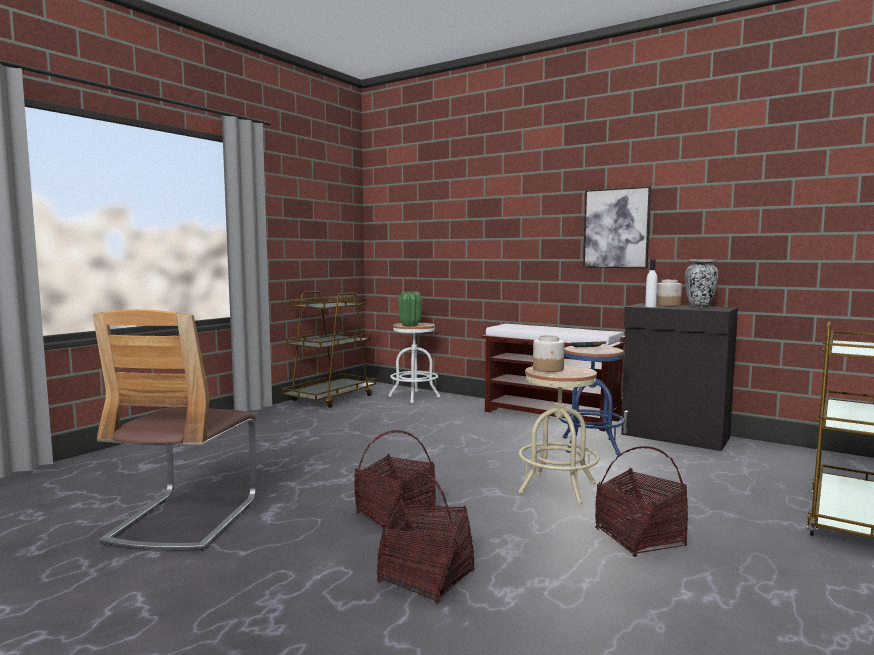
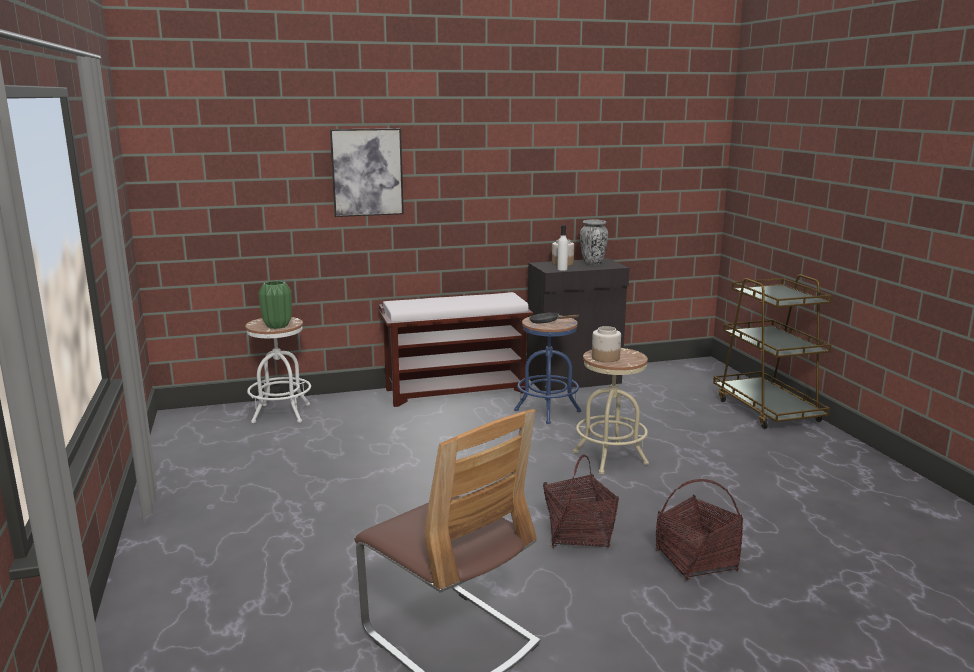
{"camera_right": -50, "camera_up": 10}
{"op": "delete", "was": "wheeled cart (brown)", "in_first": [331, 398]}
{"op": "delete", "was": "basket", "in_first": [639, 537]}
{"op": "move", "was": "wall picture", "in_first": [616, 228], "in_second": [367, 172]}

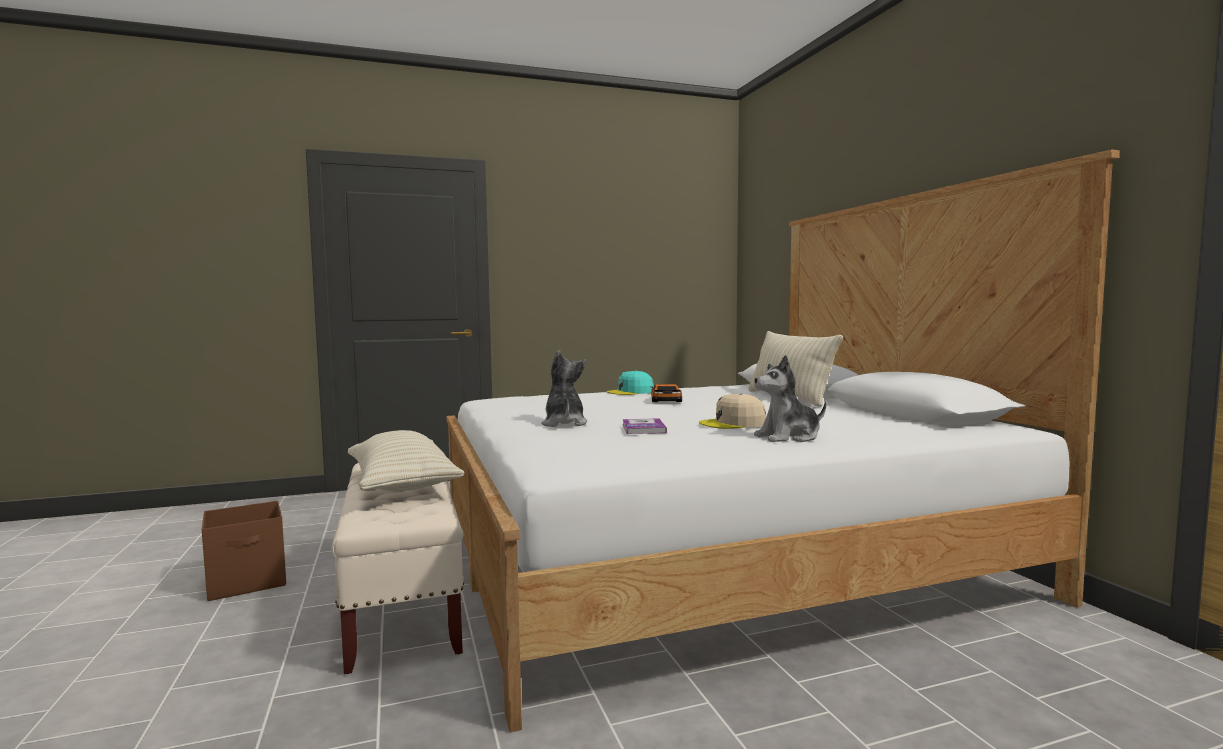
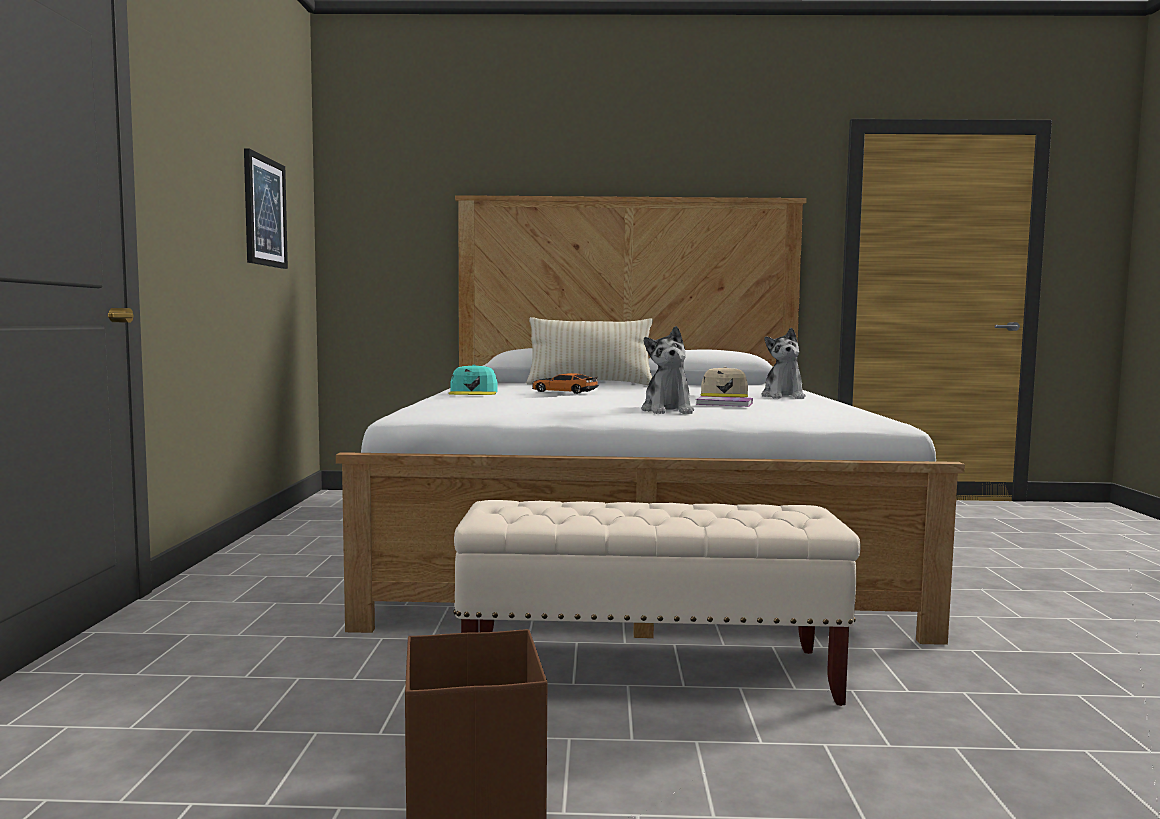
{"camera_right": -70, "camera_up": 0}
{"op": "delete", "was": "pillow (sand-coloured)", "in_first": [402, 485]}
{"op": "insert", "now": "wall picture", "in_second": [264, 212]}
{"op": "rotate", "was": "cuddly toy", "in_first": [564, 423], "in_second": [668, 411], "clockwise": -105}

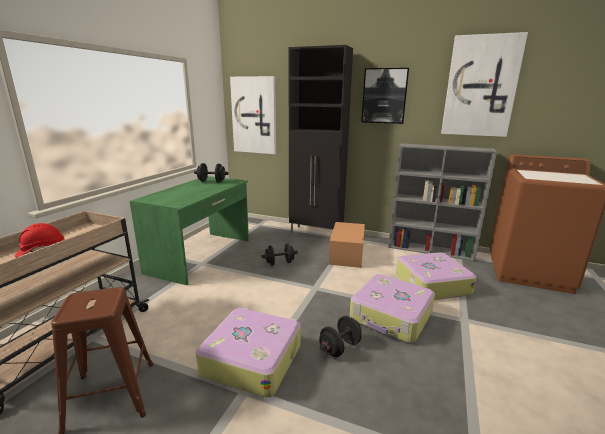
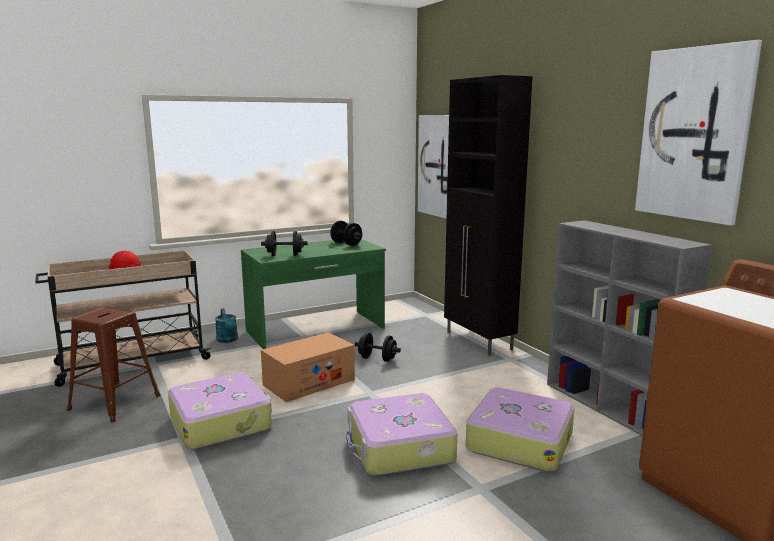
{"camera_right": 40, "camera_up": -5}
{"op": "delete", "was": "wall picture", "in_first": [384, 96]}
{"op": "insert", "now": "sprinkling can (turquoise)", "in_second": [228, 340]}
{"op": "move", "was": "hand weight (black)", "in_first": [339, 347], "in_second": [284, 255]}
{"op": "move", "was": "carton", "in_first": [346, 254], "in_second": [309, 382]}

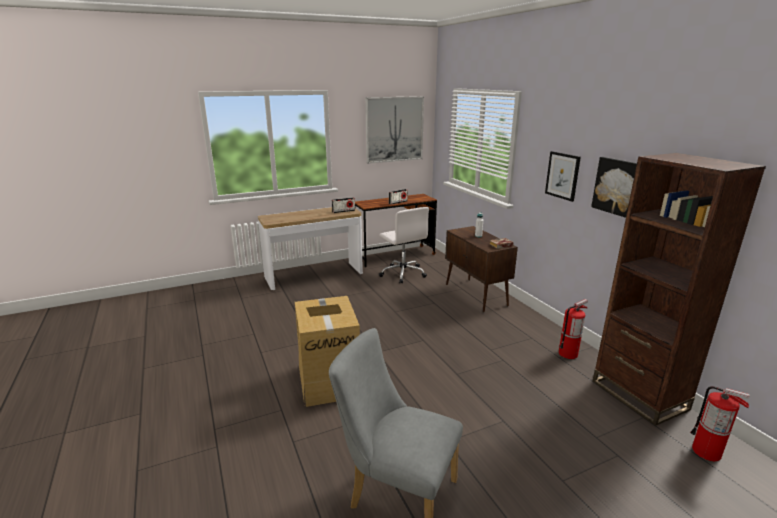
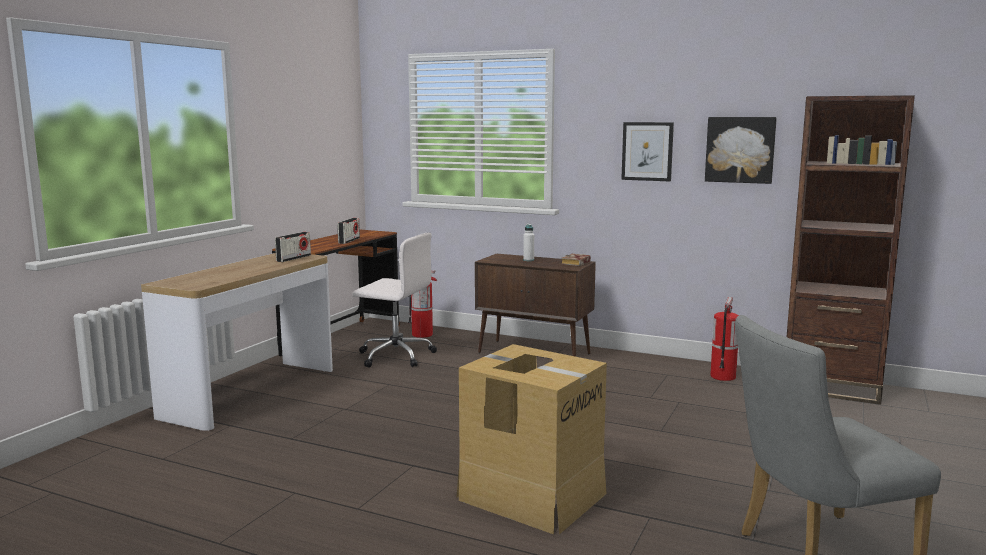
{"camera_right": -40, "camera_up": -10}
{"op": "delete", "was": "wall picture", "in_first": [394, 129]}
{"op": "move", "was": "fire-fighting cylinder", "in_first": [707, 452], "in_second": [422, 334]}

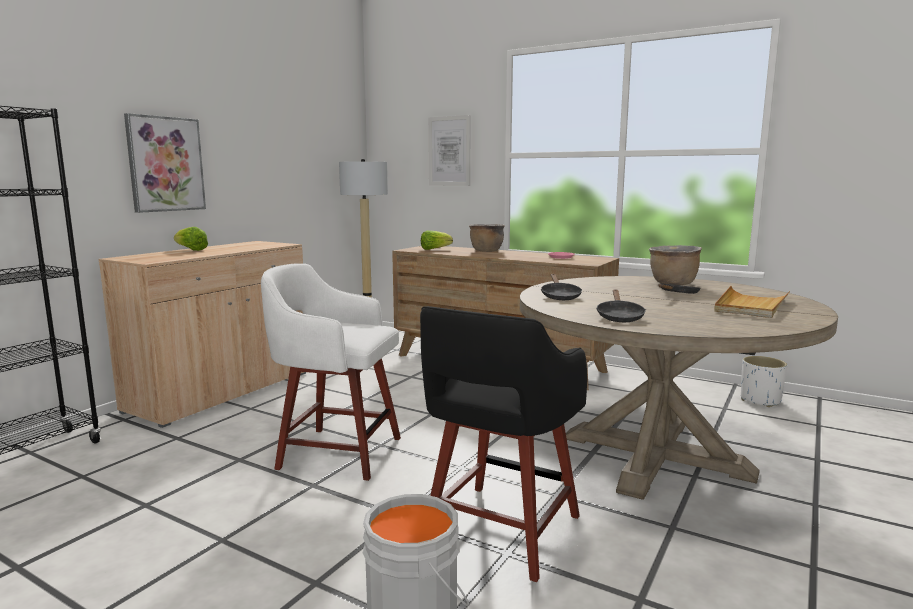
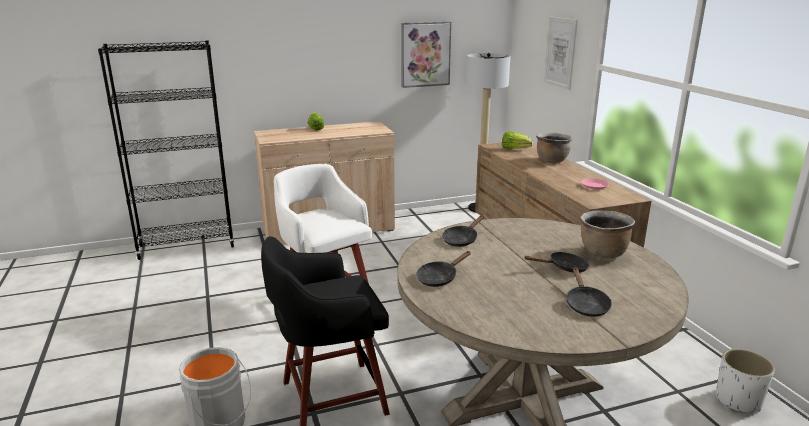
{"camera_right": 40, "camera_up": 10}
{"op": "move", "was": "wall picture", "in_first": [165, 164], "in_second": [425, 54]}
{"op": "replace", "was": "carrying tray (sand-coloured)", "now": "pan (black)", "in_first": [750, 305], "in_second": [585, 304]}

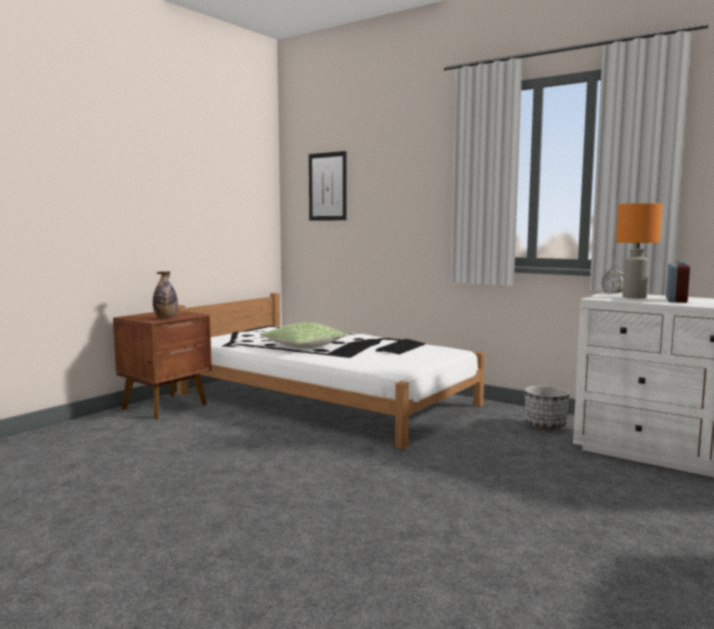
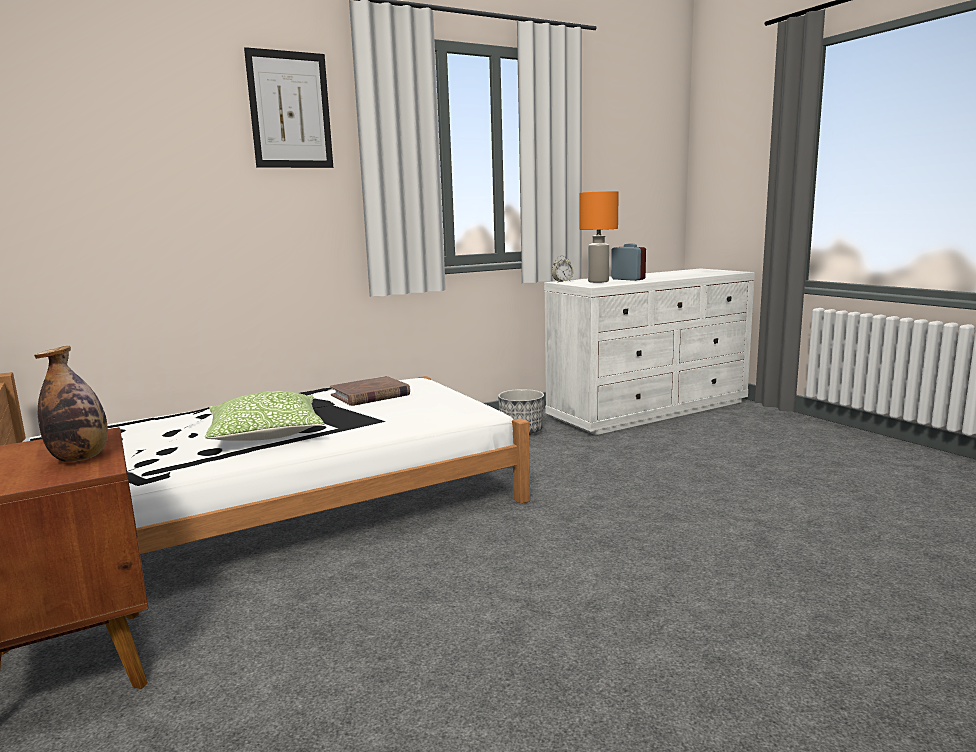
{"camera_right": -65, "camera_up": 5}
{"op": "move", "was": "wall picture", "in_first": [327, 186], "in_second": [290, 110]}
{"op": "replace", "was": "keyboard", "now": "bound book (brown)", "in_first": [401, 348], "in_second": [370, 395]}

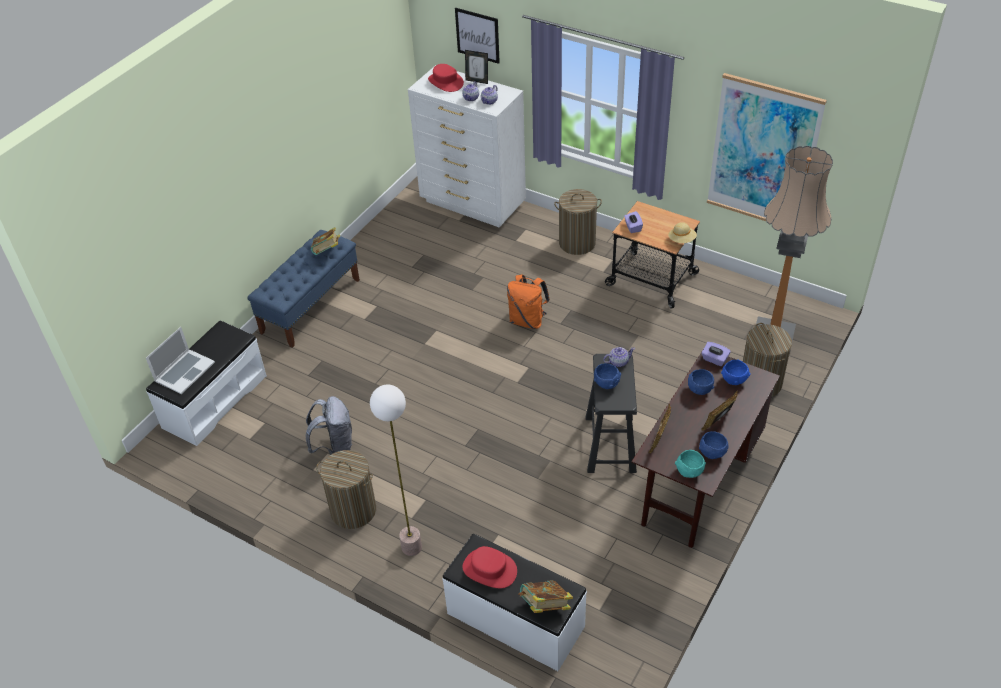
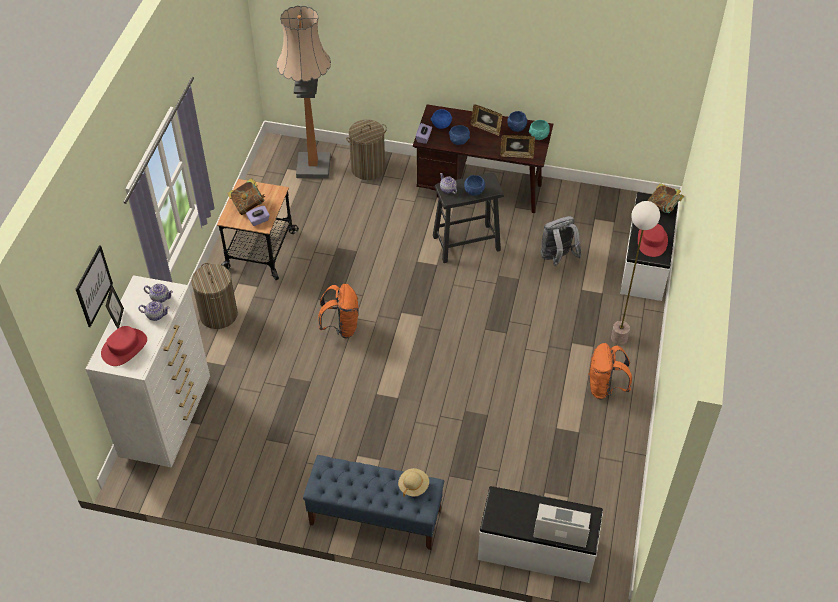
{"camera_right": -110, "camera_up": 5}
{"op": "delete", "was": "wall picture", "in_first": [763, 153]}
{"op": "move", "was": "backpack (gray)", "in_first": [335, 447], "in_second": [557, 258]}
{"op": "move", "was": "bound book", "in_first": [327, 252], "in_second": [248, 205]}
{"op": "move", "was": "wearable hat (sand-coloured)", "in_first": [682, 240], "in_second": [413, 486]}
{"op": "replace", "was": "washing basket", "now": "backpack (orange-coloured)", "in_first": [353, 510], "in_second": [605, 387]}

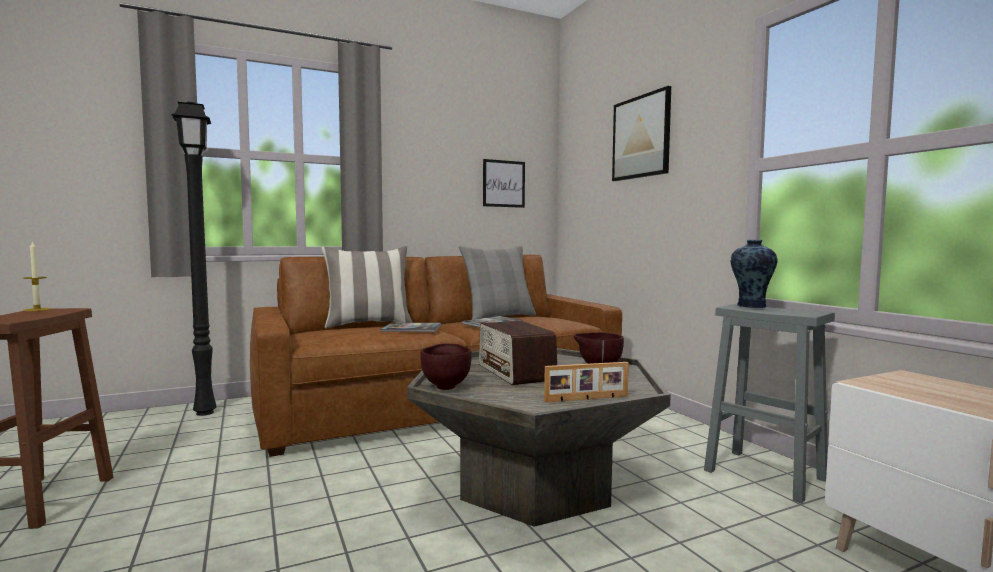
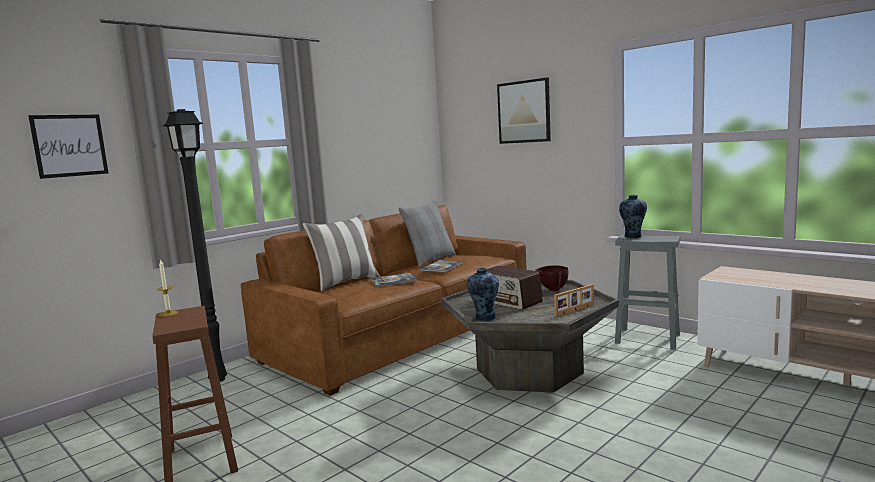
{"camera_right": -20, "camera_up": 5}
{"op": "move", "was": "wall picture", "in_first": [503, 183], "in_second": [69, 145]}
{"op": "replace", "was": "bowl (brown)", "now": "flower vase", "in_first": [446, 386], "in_second": [484, 318]}

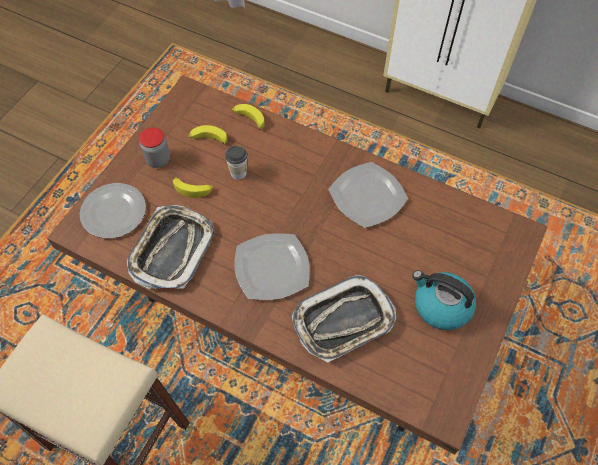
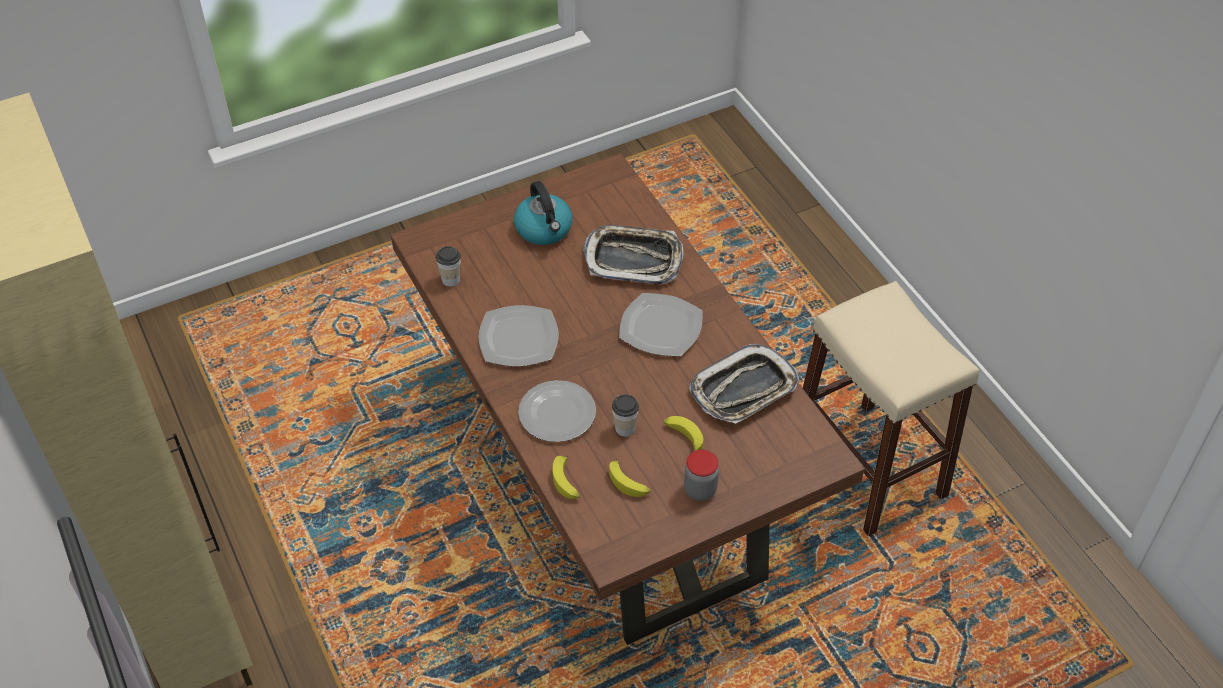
{"camera_right": -145, "camera_up": -10}
{"op": "insert", "now": "drinking cup", "in_second": [451, 279]}
{"op": "move", "was": "plate", "in_first": [114, 212], "in_second": [556, 413]}

